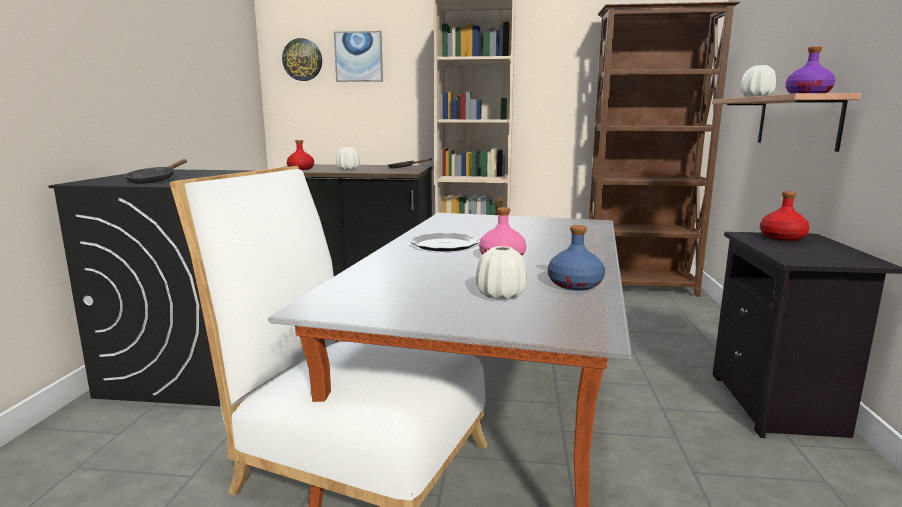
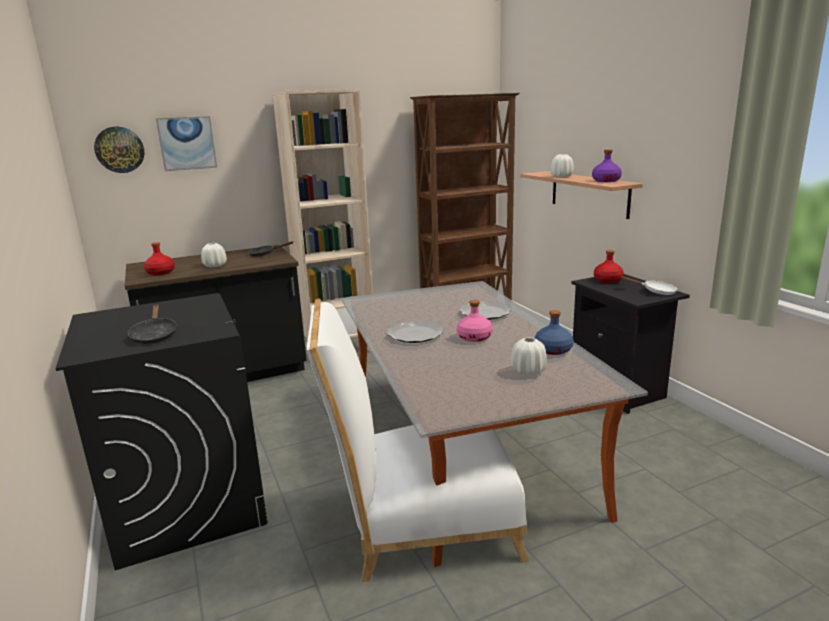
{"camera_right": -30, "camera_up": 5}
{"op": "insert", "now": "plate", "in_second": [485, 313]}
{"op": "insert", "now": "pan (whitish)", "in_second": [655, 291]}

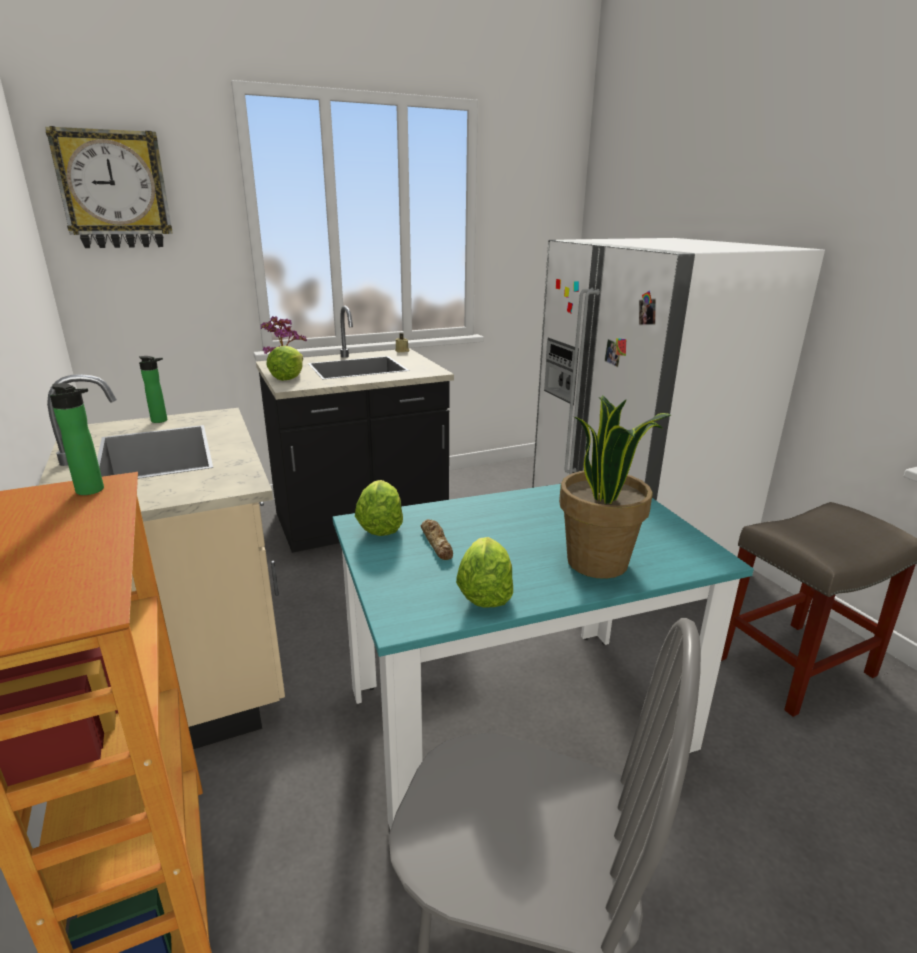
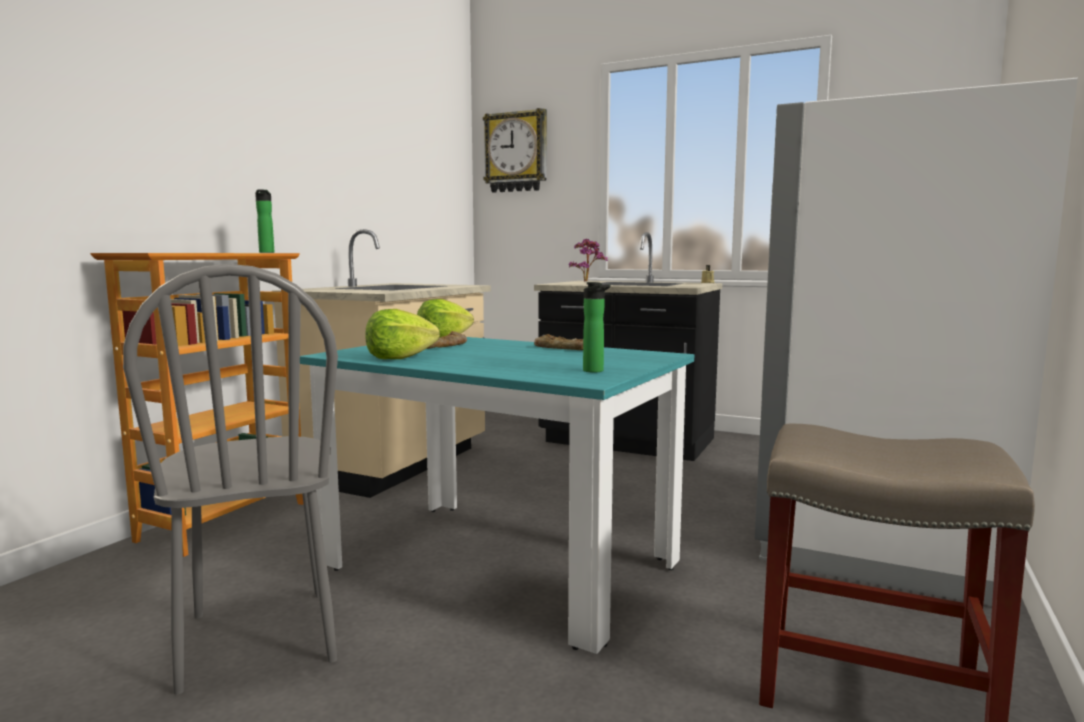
{"camera_right": 50, "camera_up": -15}
{"op": "delete", "was": "lettuce", "in_first": [288, 377]}
{"op": "delete", "was": "potted plant", "in_first": [598, 562]}
{"op": "insert", "now": "bakery bread", "in_second": [561, 348]}
{"op": "move", "was": "beverage bottle", "in_first": [161, 421], "in_second": [595, 371]}

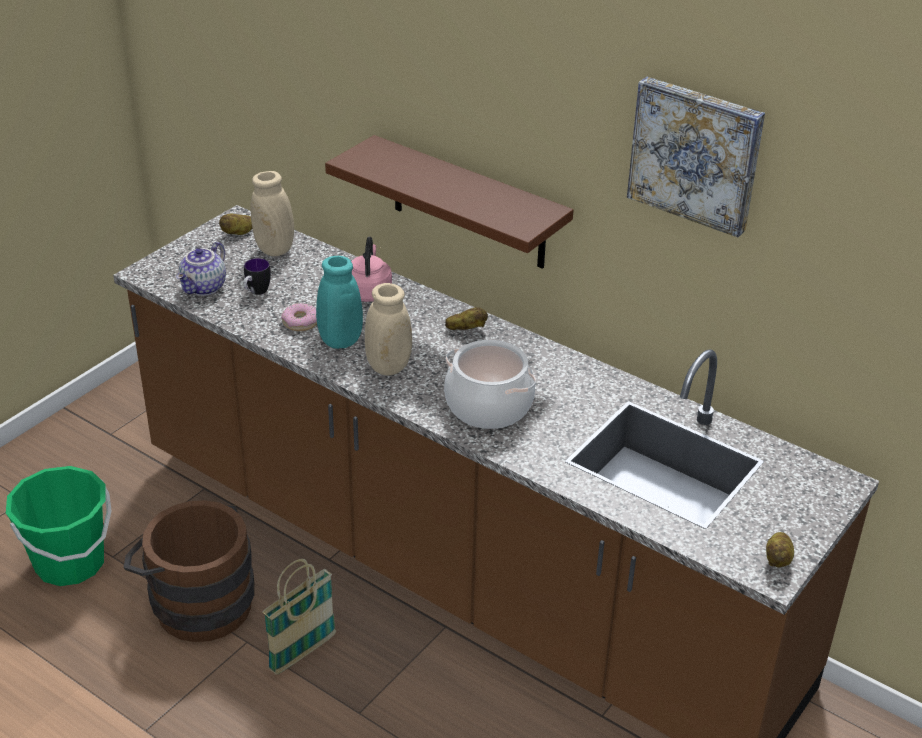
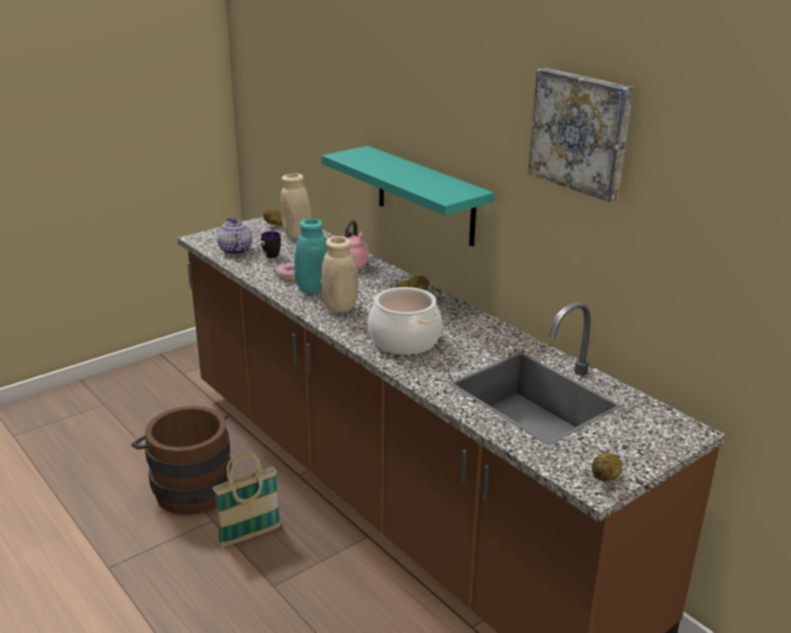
{"camera_right": 15, "camera_up": -10}
{"op": "delete", "was": "bucket (green)", "in_first": [70, 563]}
{"op": "recolor", "was": "shelf (brown)", "now": "shelf (turquoise)", "in_first": [468, 204], "in_second": [425, 196]}
{"op": "rotate", "was": "tea pot", "in_first": [204, 288], "in_second": [234, 250], "clockwise": 120}

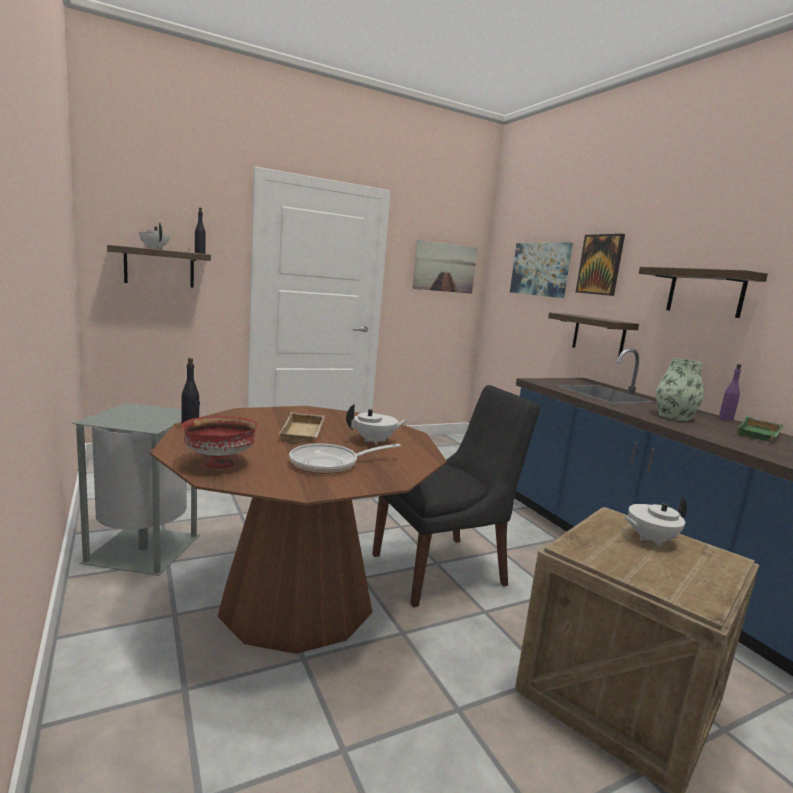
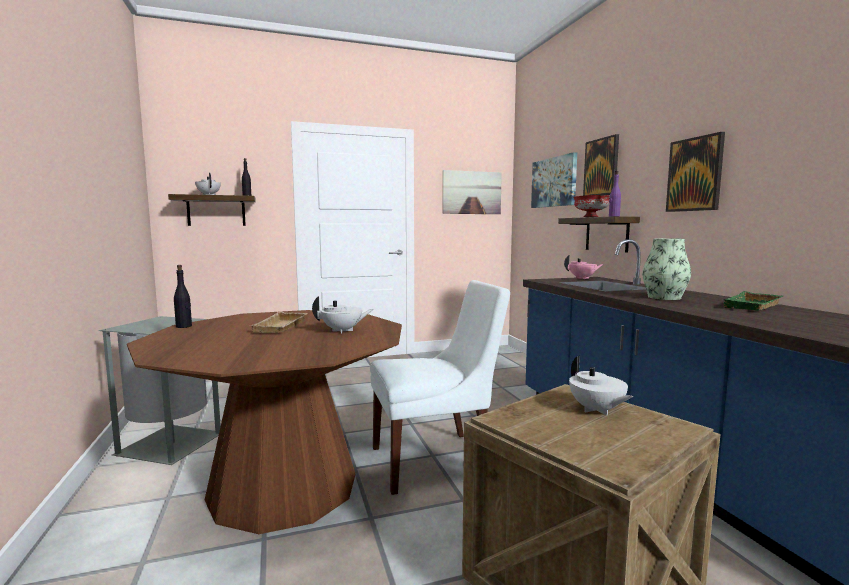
{"camera_right": 10, "camera_up": -5}
{"op": "delete", "was": "pan", "in_first": [330, 464]}
{"op": "insert", "now": "tea pot (pink-coloured)", "in_second": [582, 278]}
{"op": "move", "was": "bowl (red)", "in_first": [219, 463], "in_second": [590, 217]}
{"op": "move", "was": "beverage bottle (purple)", "in_first": [725, 419], "in_second": [614, 216]}
{"op": "replace", "was": "shelf", "now": "wall picture", "in_first": [705, 292], "in_second": [695, 174]}
{"op": "recolor", "was": "upright chair (black)", "now": "upright chair (whitish)", "in_first": [442, 569], "in_second": [436, 460]}
{"op": "rotate", "was": "tea pot (whitish)", "in_first": [649, 539], "in_second": [596, 410], "clockwise": -105}

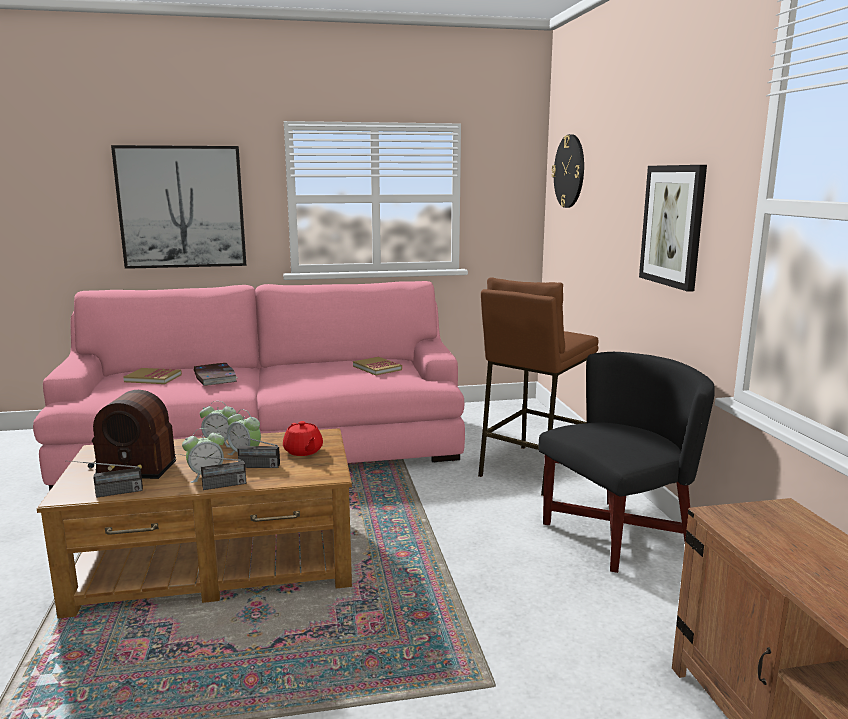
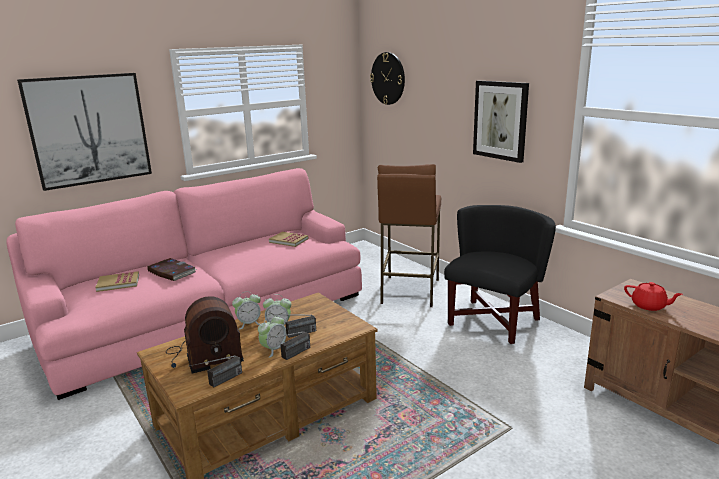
{"camera_right": -25, "camera_up": 5}
{"op": "move", "was": "tea pot (red)", "in_first": [303, 451], "in_second": [649, 306]}

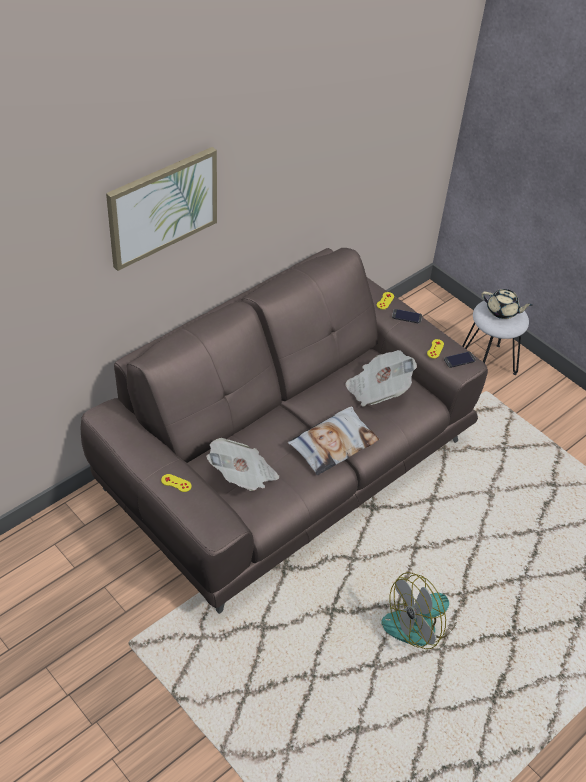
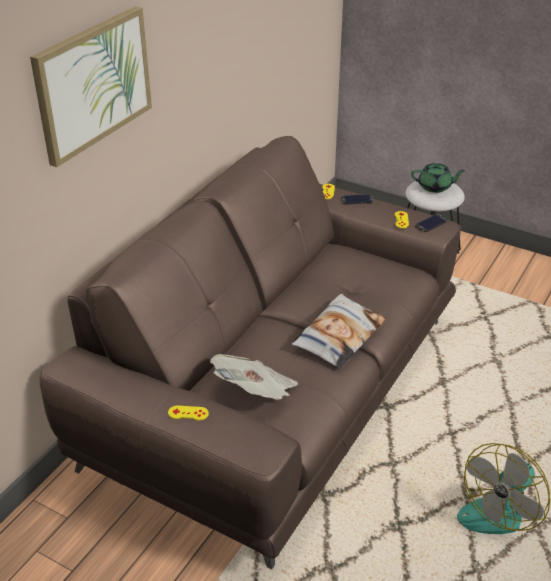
{"camera_right": -15, "camera_up": -10}
{"op": "delete", "was": "daily paper", "in_first": [378, 390]}
{"op": "recolor", "was": "tea pot (sand-coloured)", "now": "tea pot (green)", "in_first": [502, 311], "in_second": [435, 187]}

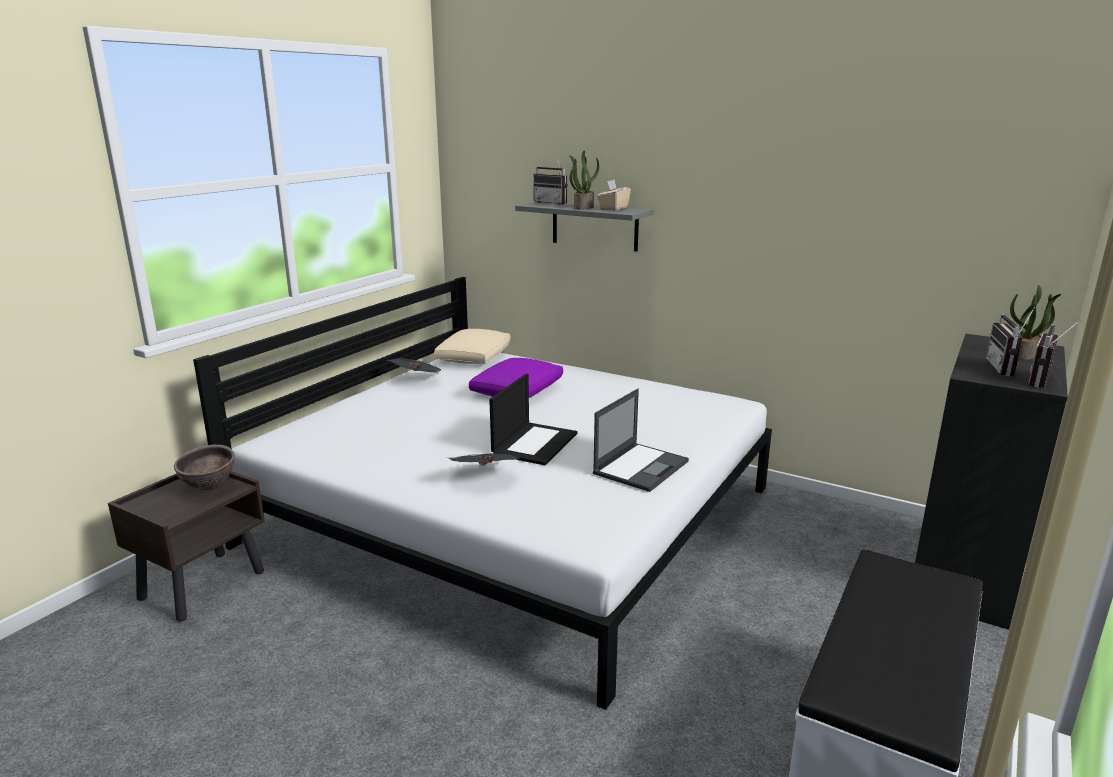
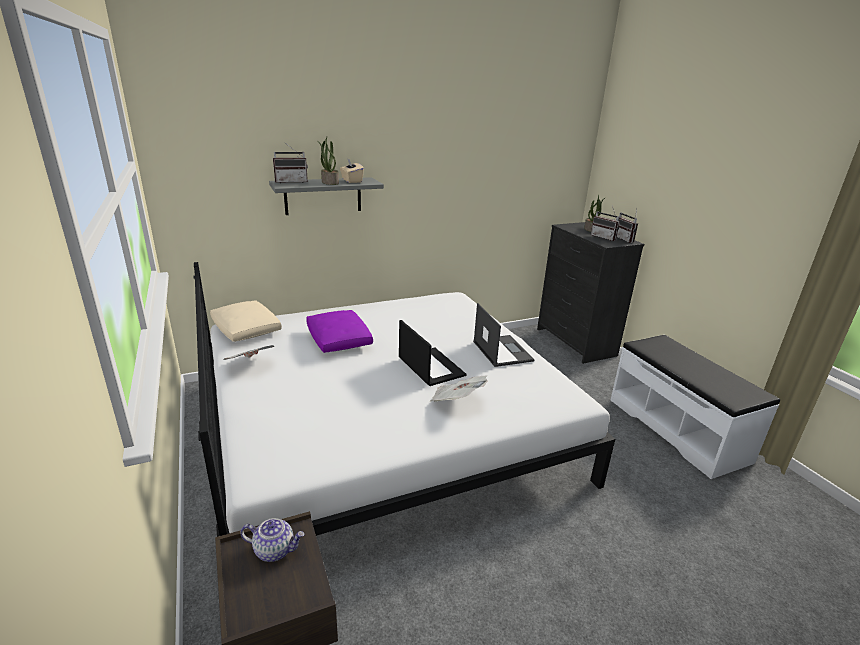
{"camera_right": -55, "camera_up": 5}
{"op": "replace", "was": "bowl (brown)", "now": "tea pot", "in_first": [209, 487], "in_second": [275, 550]}

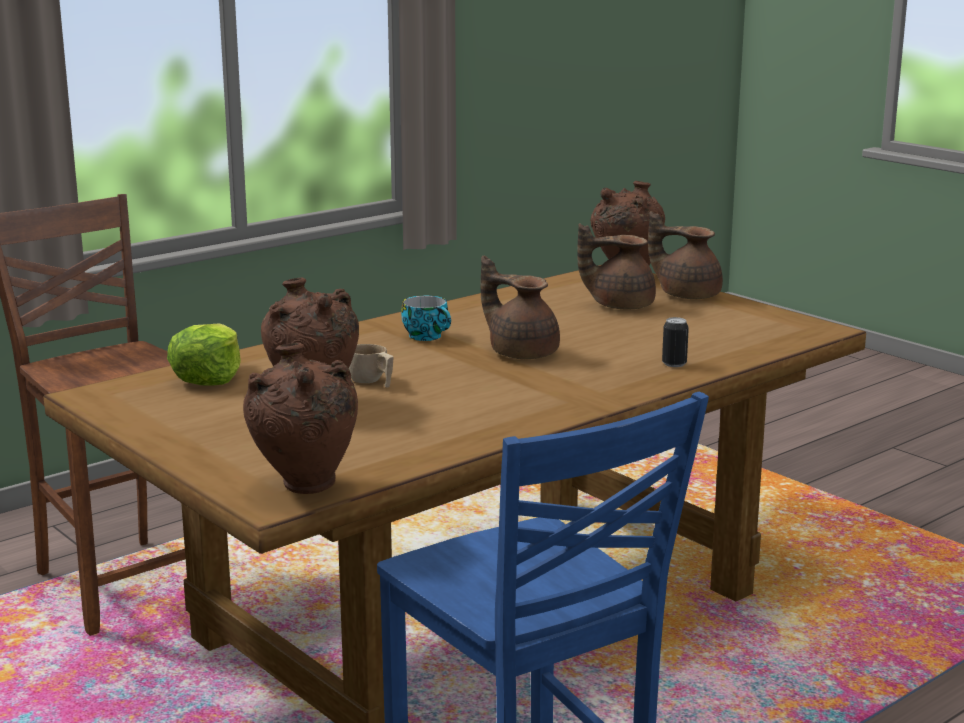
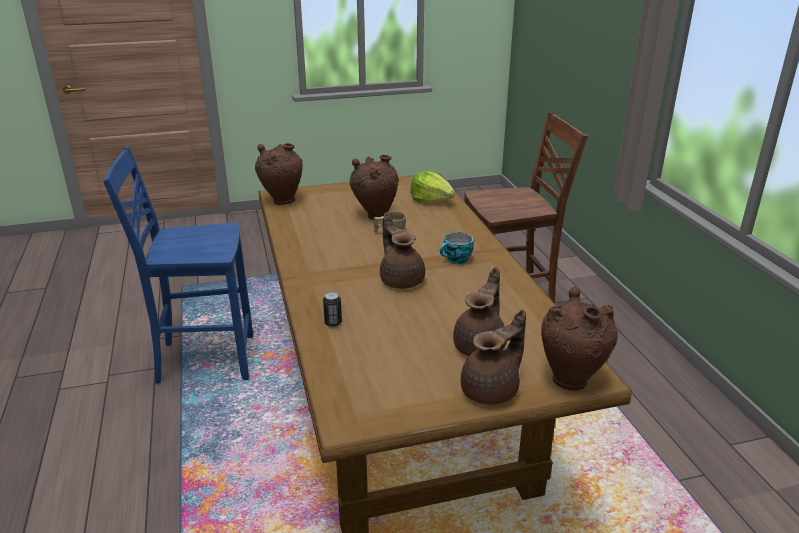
{"camera_right": 115, "camera_up": 10}
{"op": "rotate", "was": "tea pot (brown)", "in_first": [521, 352], "in_second": [401, 280], "clockwise": -90}

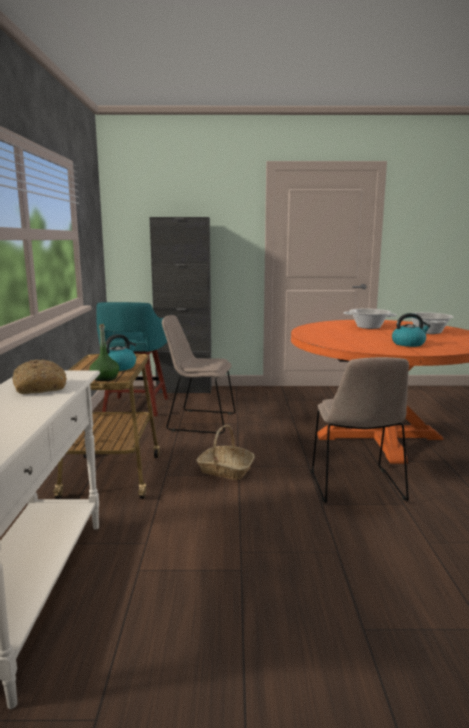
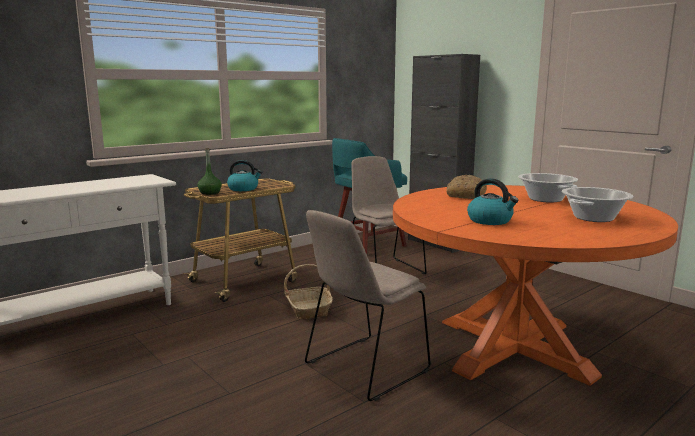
{"camera_right": 50, "camera_up": 0}
{"op": "move", "was": "bakery bread", "in_first": [39, 387], "in_second": [466, 195]}

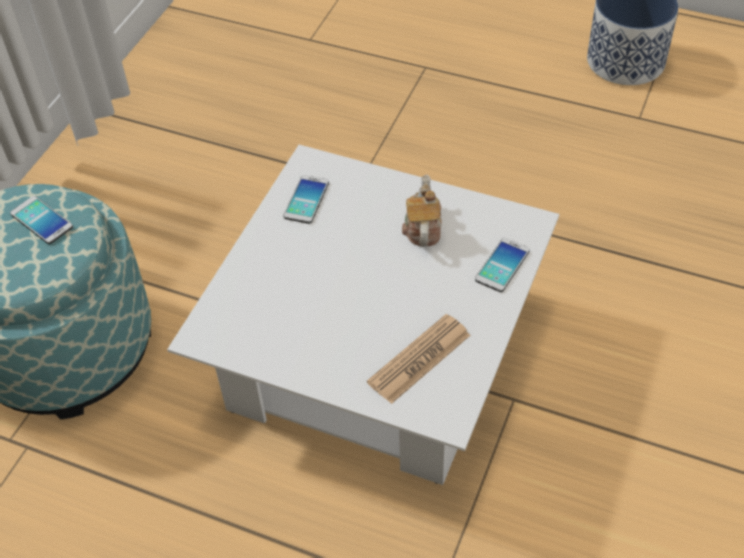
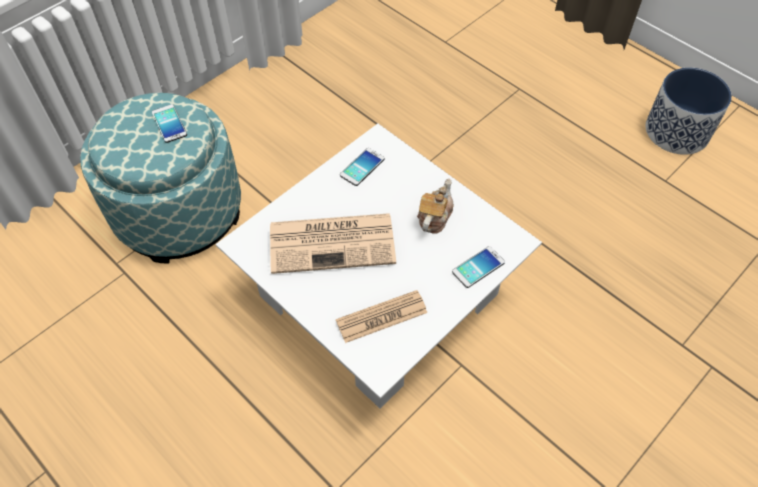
{"camera_right": 20, "camera_up": 5}
{"op": "insert", "now": "daily paper", "in_second": [334, 242]}

